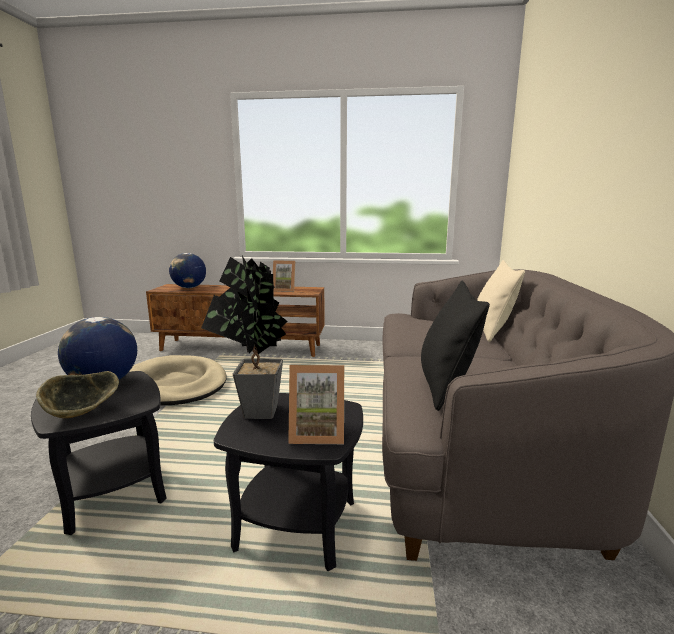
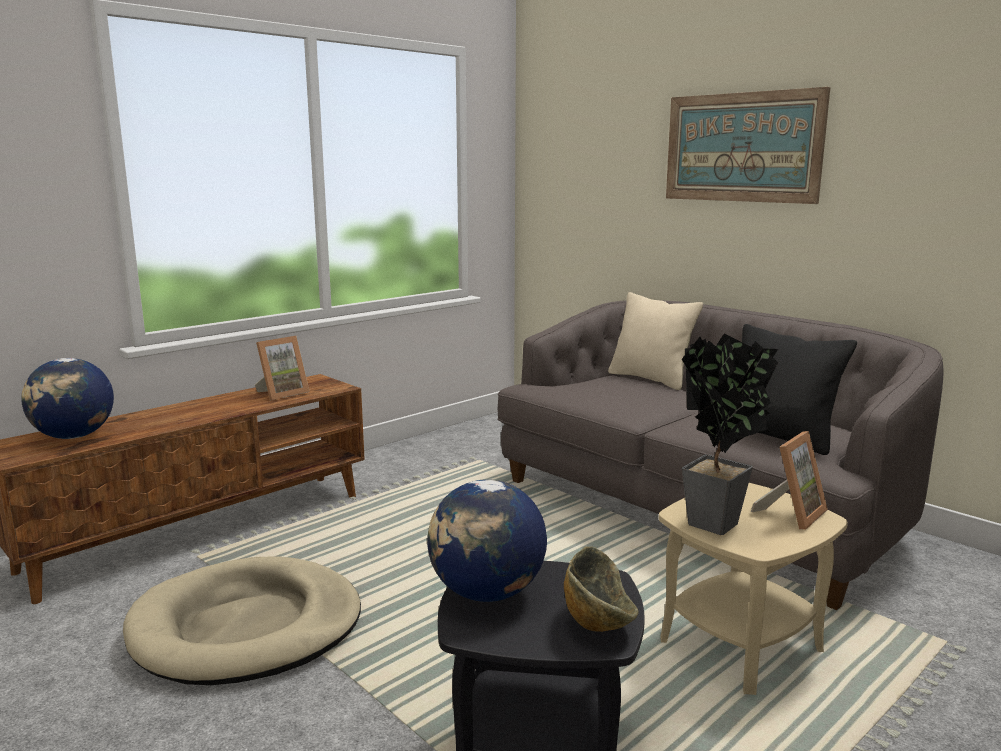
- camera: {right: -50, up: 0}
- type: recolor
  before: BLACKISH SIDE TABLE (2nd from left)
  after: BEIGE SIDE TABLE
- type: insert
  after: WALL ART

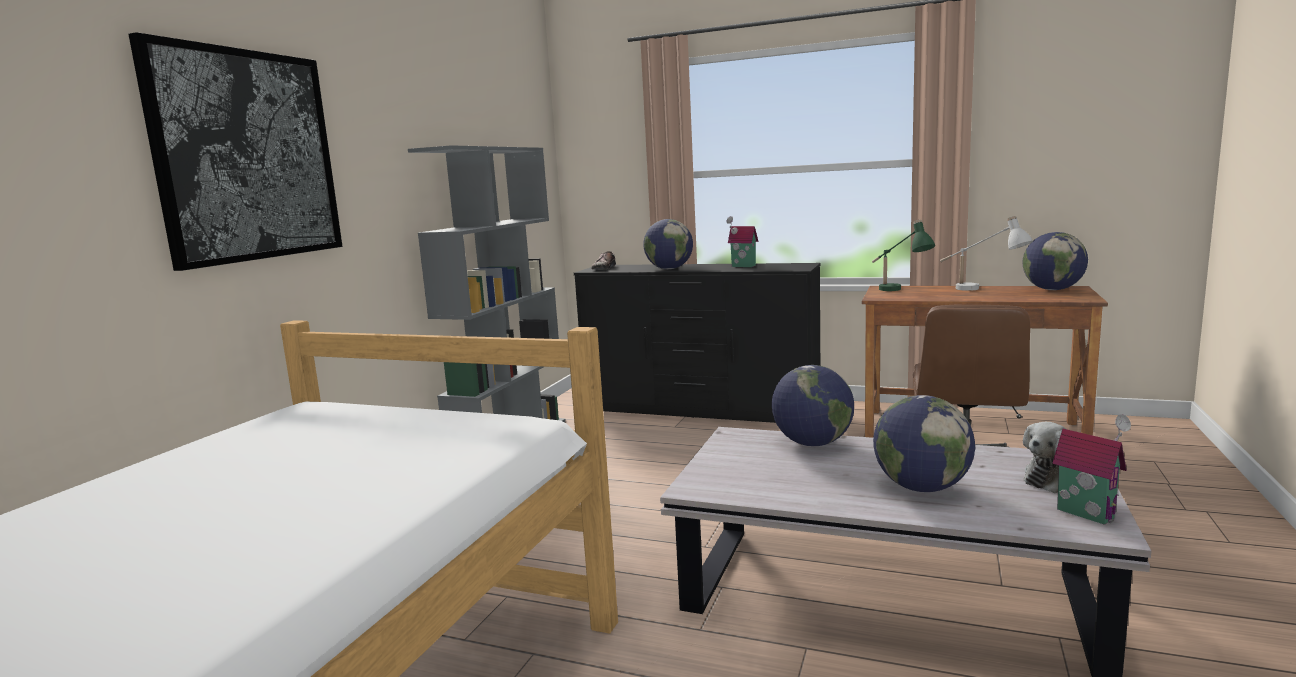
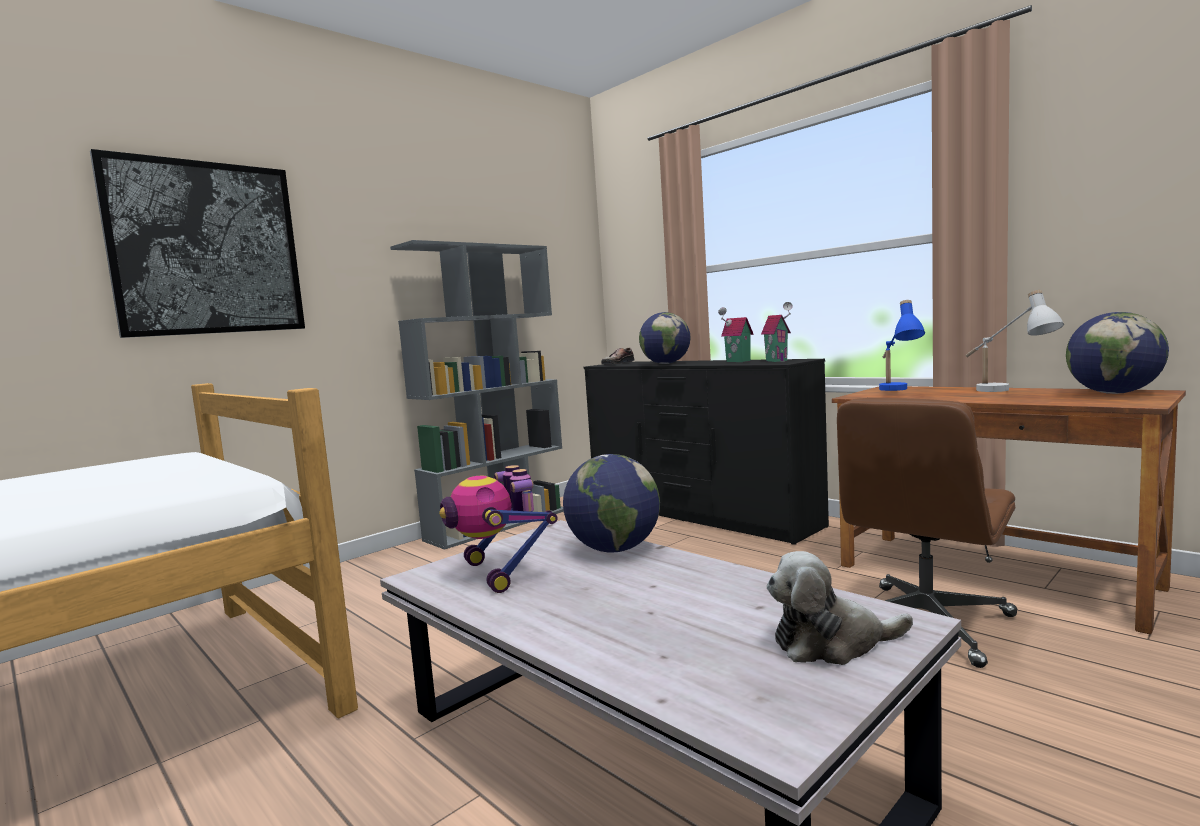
- camera: {right: 25, up: -5}
- type: recolor
  before: GREEN-COLOURED LAMP FOR A TABLE
  after: BLUE LAMP FOR A TABLE
- type: delete
  before: GLOBE (3rd from left)
- type: move
  before: MODEL HOUSE (2nd from left)
- type: insert
  after: ROBOT FIGURE

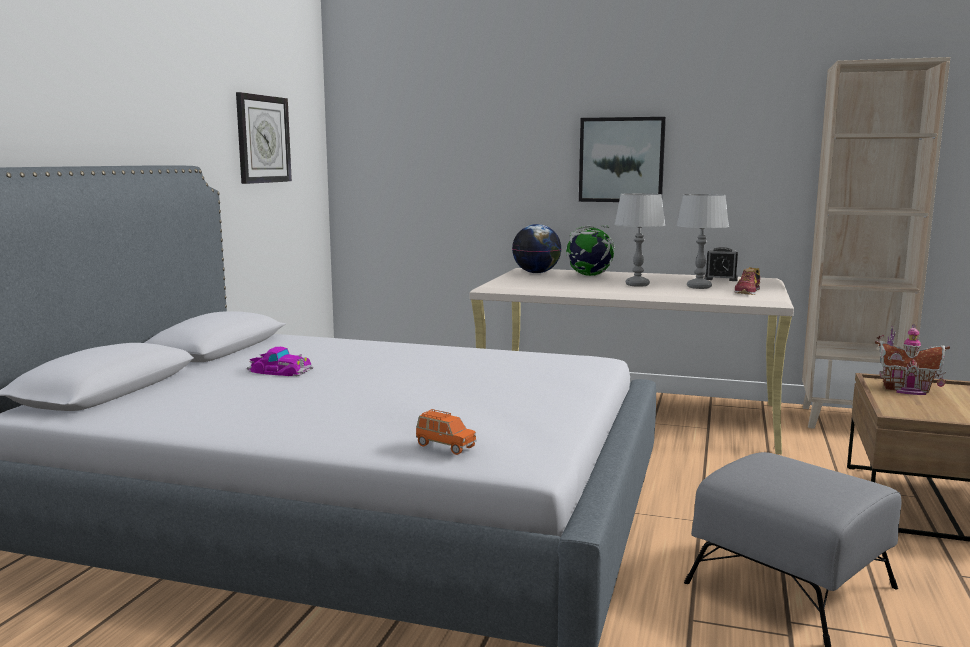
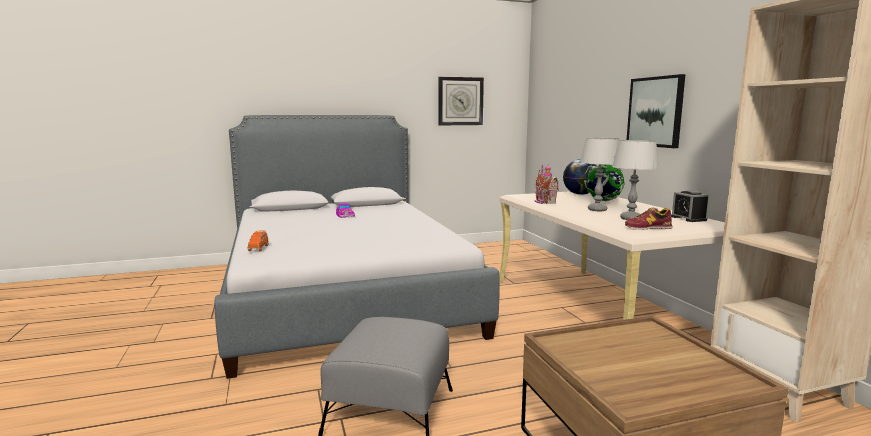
- camera: {right: 55, up: 0}
- type: move
  before: MODEL HOUSE

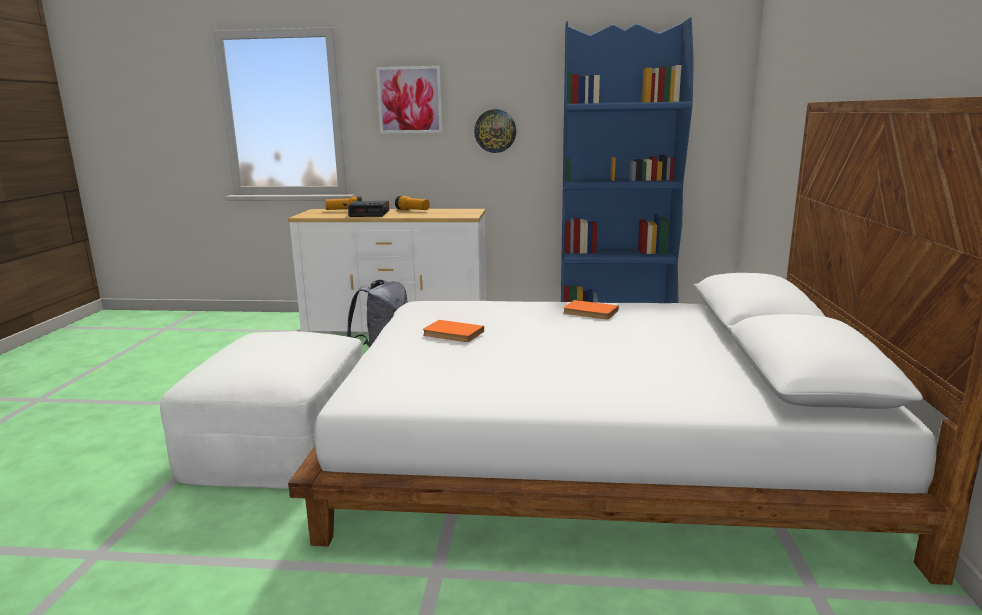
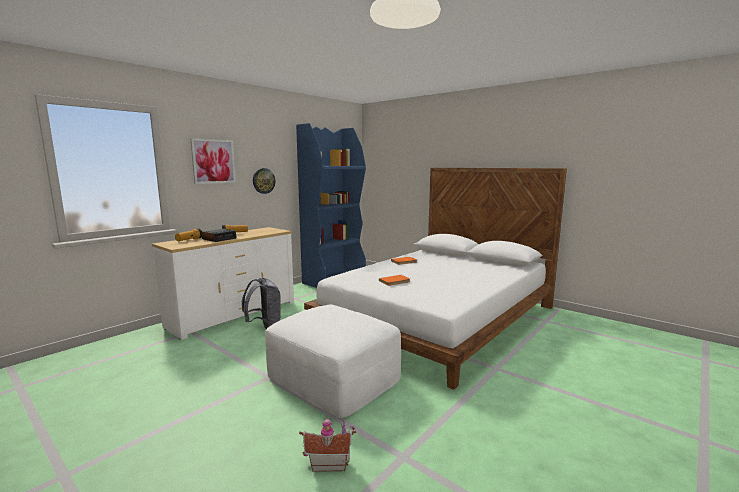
- camera: {right: -55, up: -5}
- type: insert
  after: MODEL HOUSE

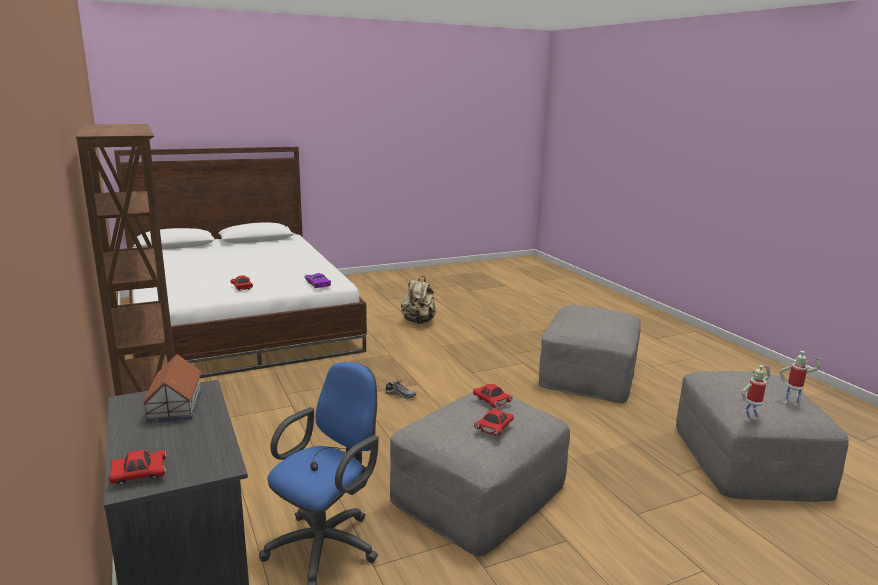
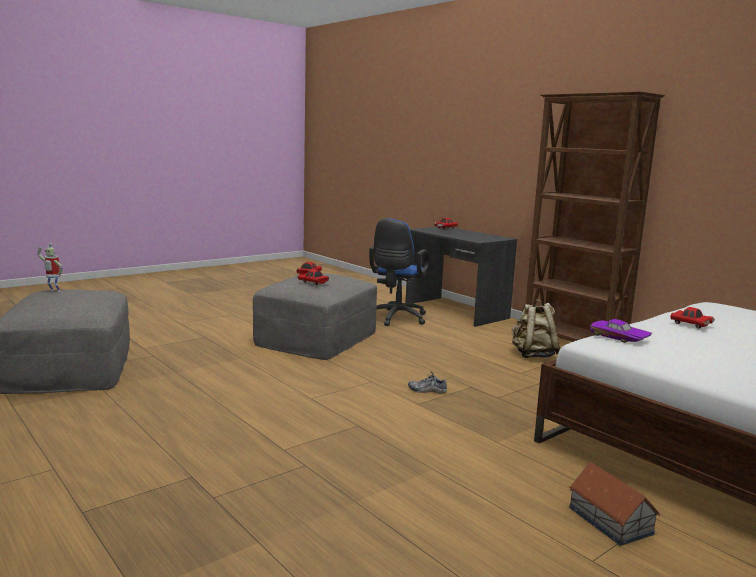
- camera: {right: 165, up: -5}
- type: move
  before: MODEL HOUSE
- type: move
  before: BEIGE KNAPSACK
- type: delete
  before: GREYISH FOOTREST (2nd from left)
- type: delete
  before: ROBOT FIGURE (1st from left)

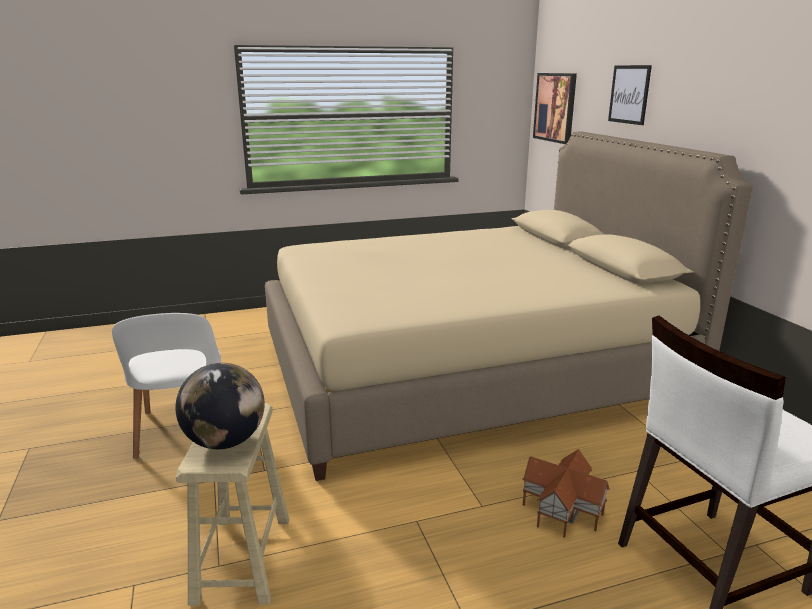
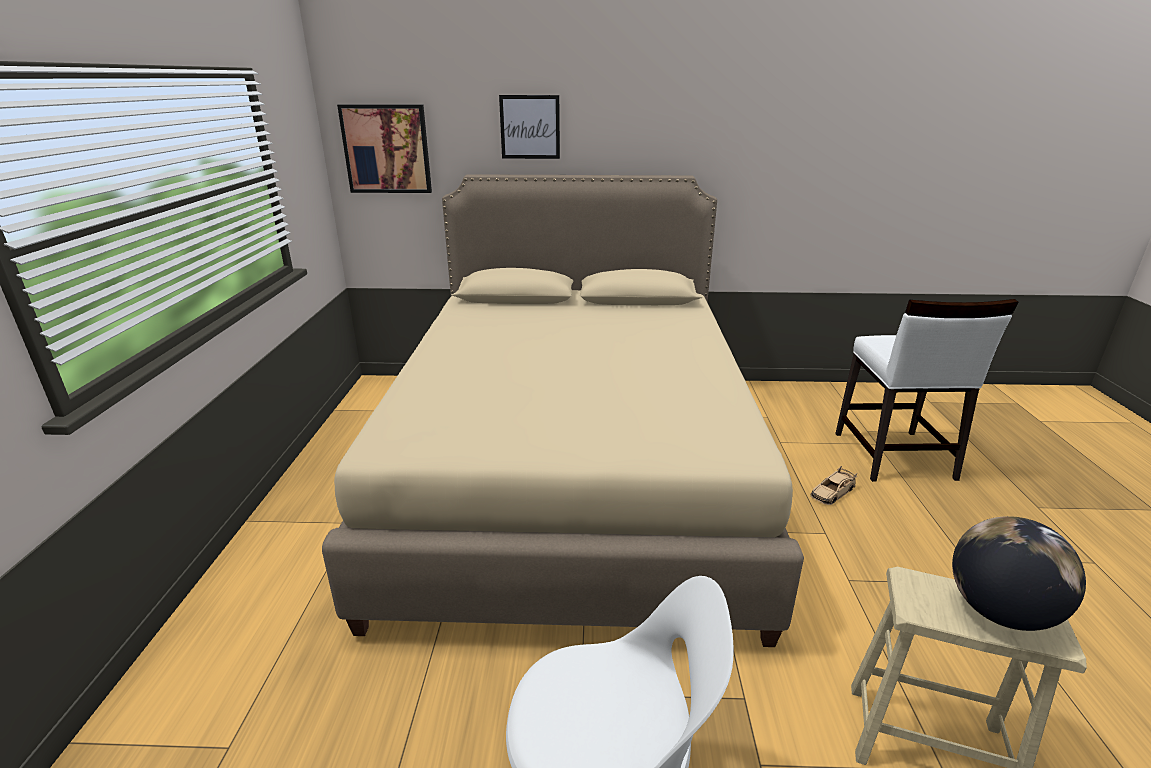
- camera: {right: -70, up: 5}
- type: replace
  before: MODEL HOUSE
  after: BEIGE MODEL CAR

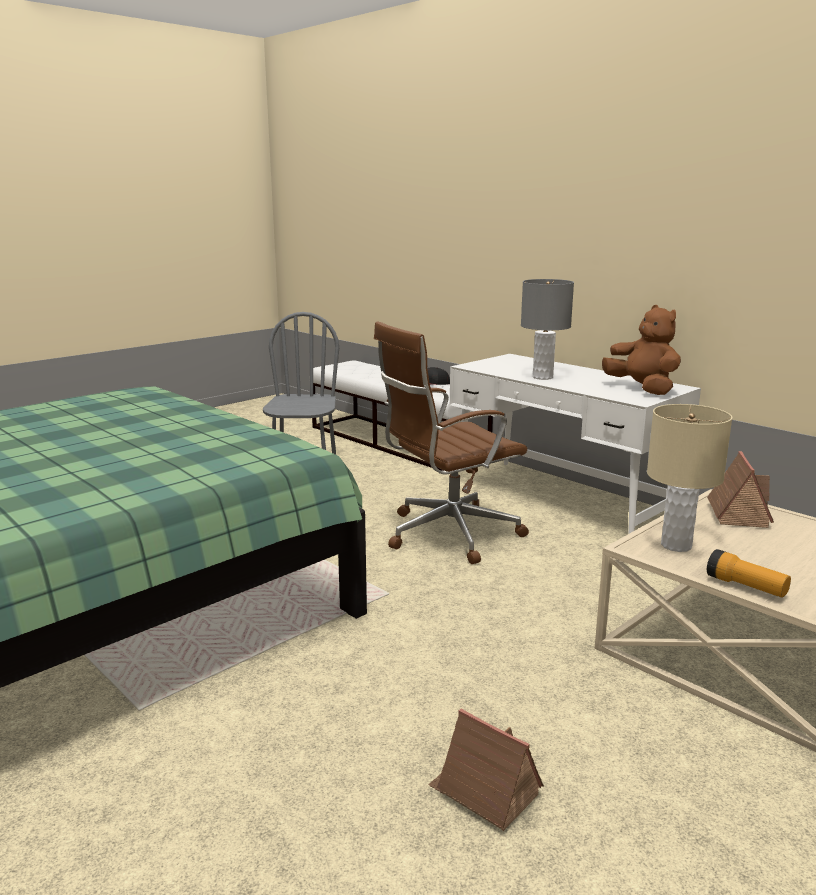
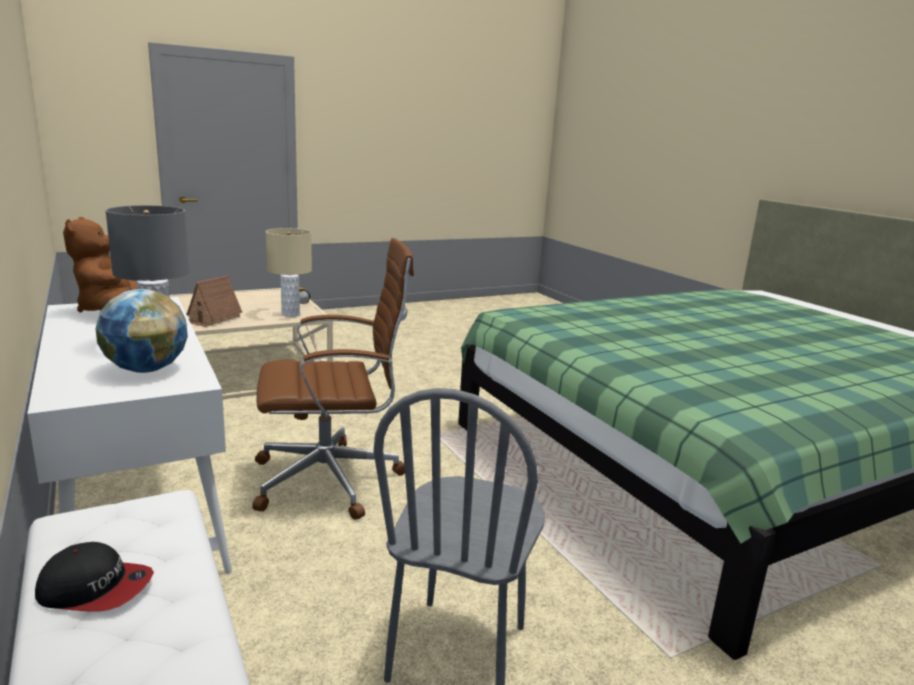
- camera: {right: -165, up: 0}
- type: delete
  before: MODEL HOUSE (1st from left)
- type: insert
  after: GLOBE

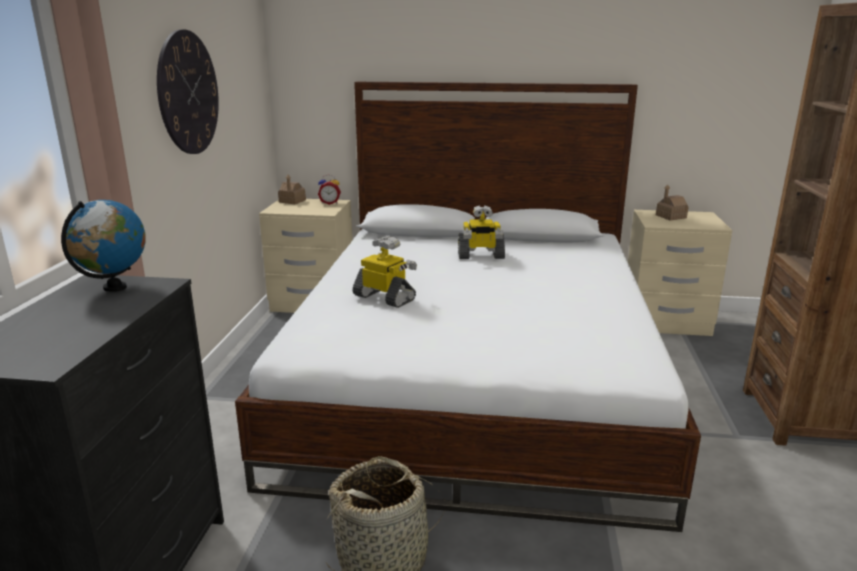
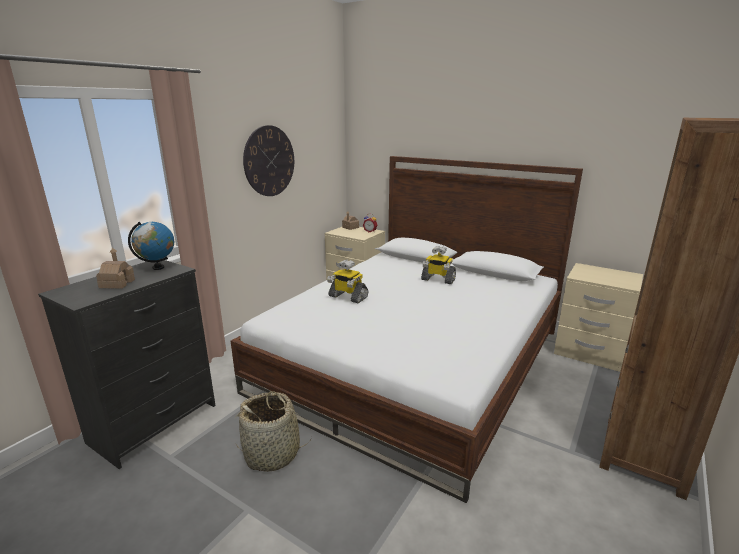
- camera: {right: 25, up: 0}
- type: rotate
  before: ROBOT FIGURE (1st from left)
  turn: 150
- type: move
  before: MODEL HOUSE (2nd from left in the first image)
  after: MODEL HOUSE (1st from left)

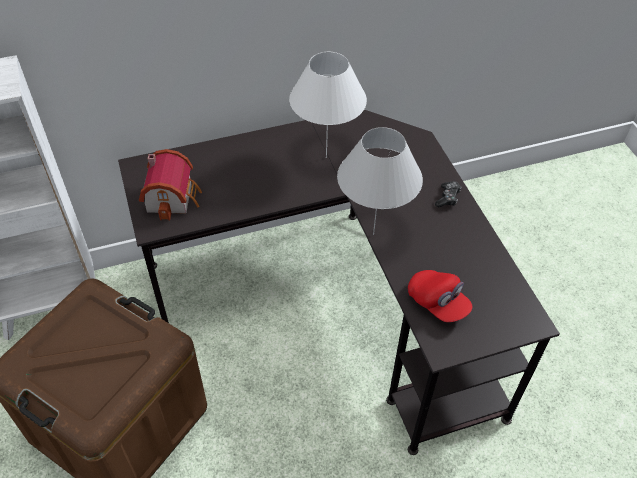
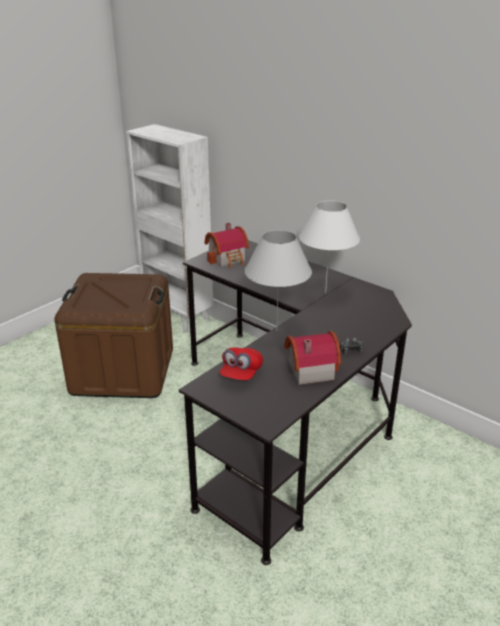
- camera: {right: 60, up: -20}
- type: insert
  after: MODEL HOUSE (2nd from left)

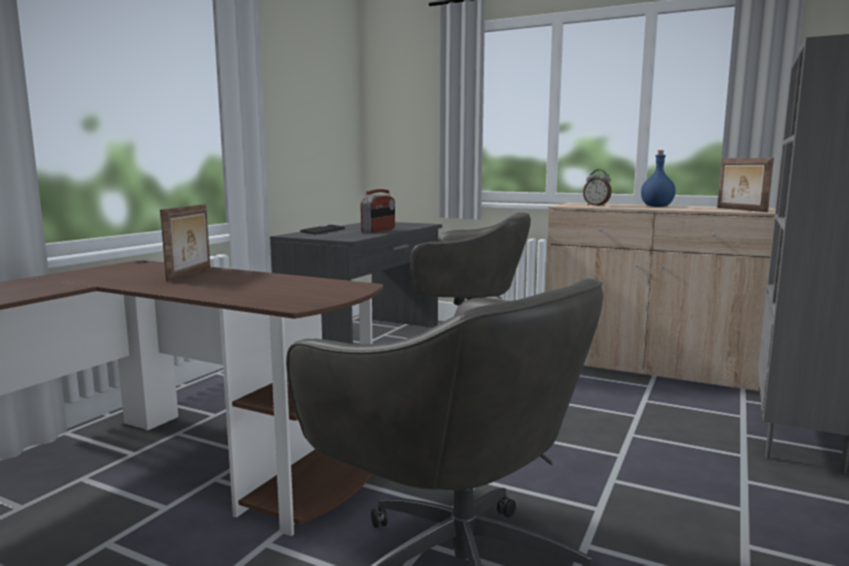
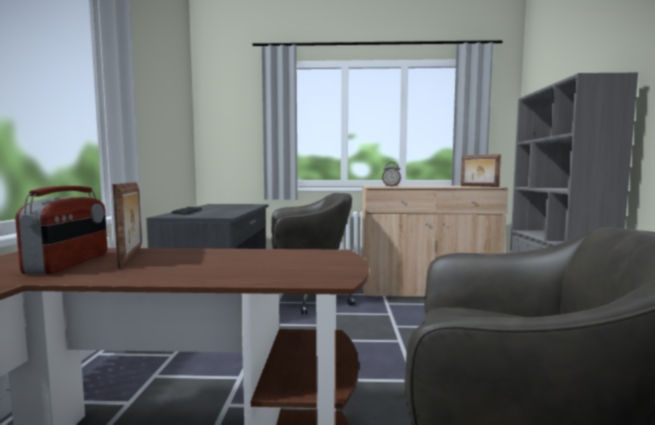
- camera: {right: -25, up: -5}
- type: move
  before: RADIO SET
- type: delete
  before: BLUE BOTTLE

